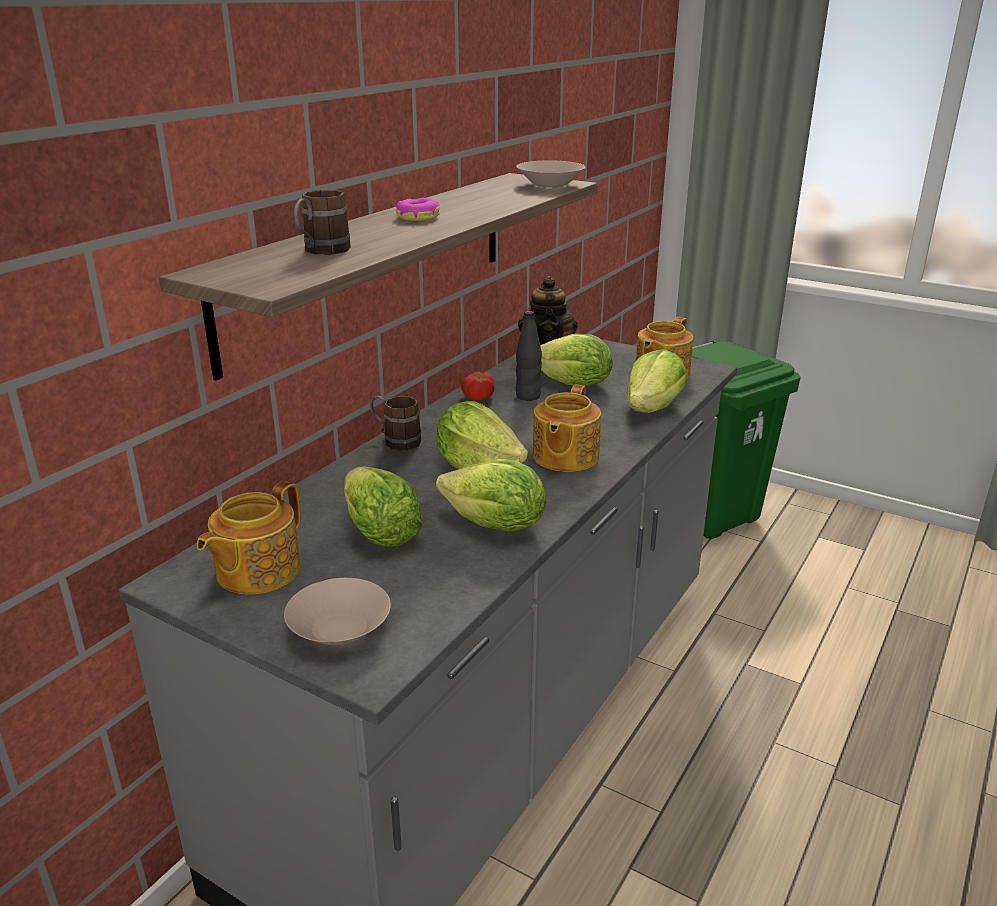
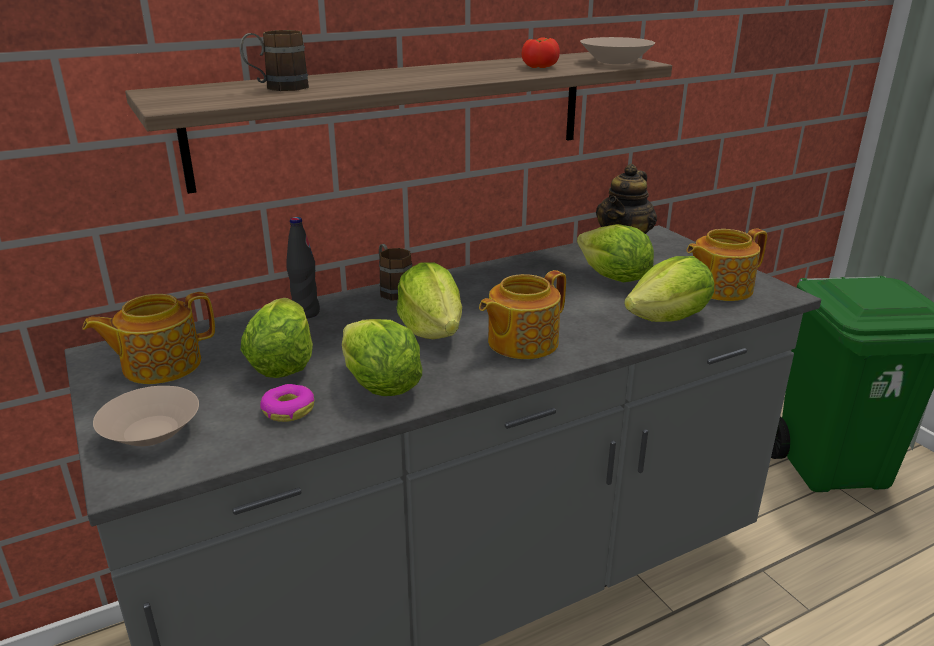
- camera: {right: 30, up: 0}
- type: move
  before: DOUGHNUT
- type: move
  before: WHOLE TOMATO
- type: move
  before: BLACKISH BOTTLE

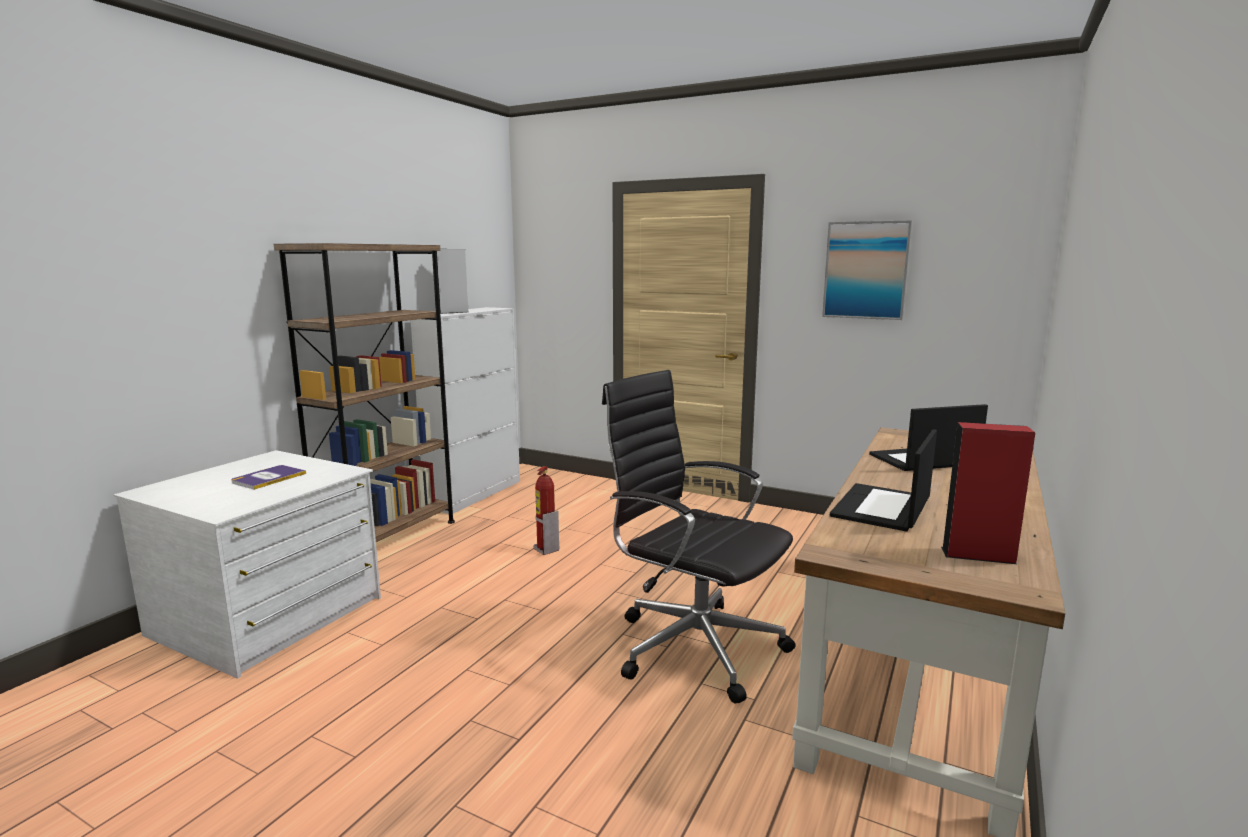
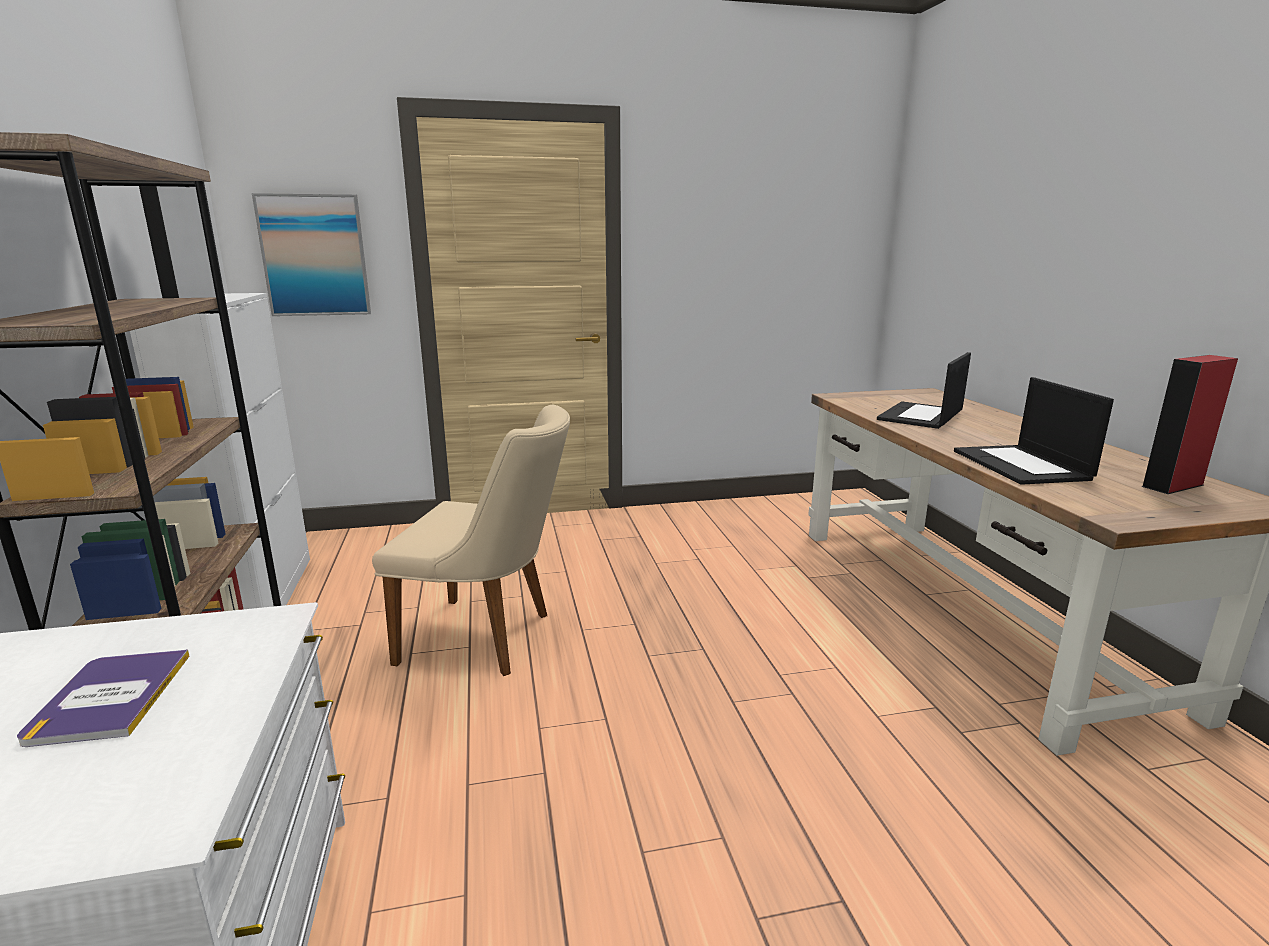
- camera: {right: -40, up: 5}
- type: replace
  before: EXTINGUISHER
  after: BEIGE PLAIN CHAIR
- type: delete
  before: BLACKISH DESK CHAIR
- type: move
  before: WALL ART

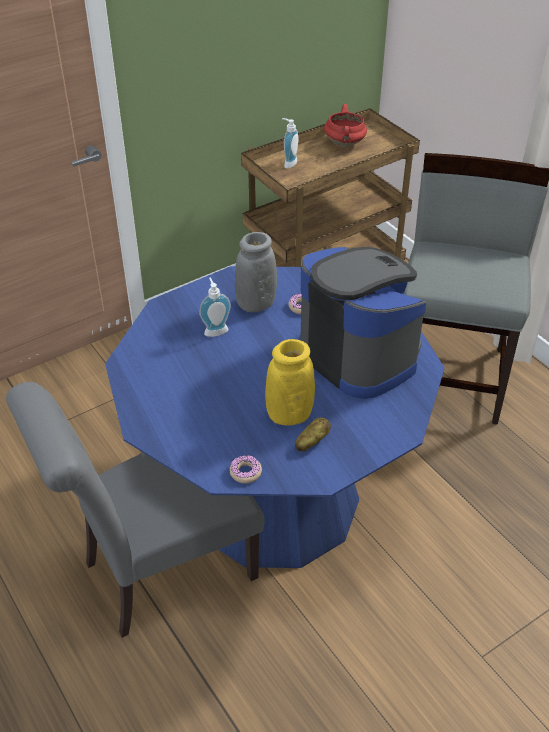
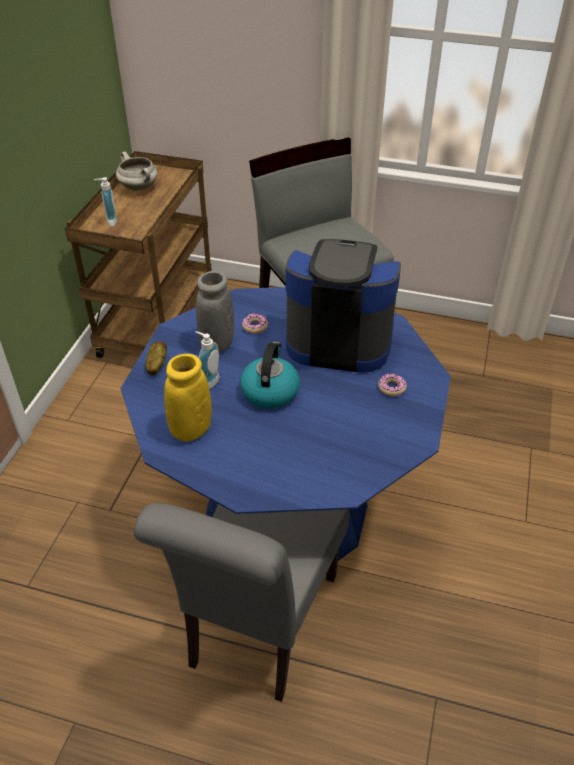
- camera: {right: -40, up: 0}
- type: move
  before: DOUGHNUT (1st from left in the first image)
  after: DOUGHNUT (2nd from left)
- type: move
  before: YELLOWISH DECORATIVE VASE
- type: move
  before: WHOLE POTATO
- type: recolor
  before: REDDISH SAUCEPOT
  after: WHITISH SAUCEPOT
- type: insert
  after: TEA KETTLE

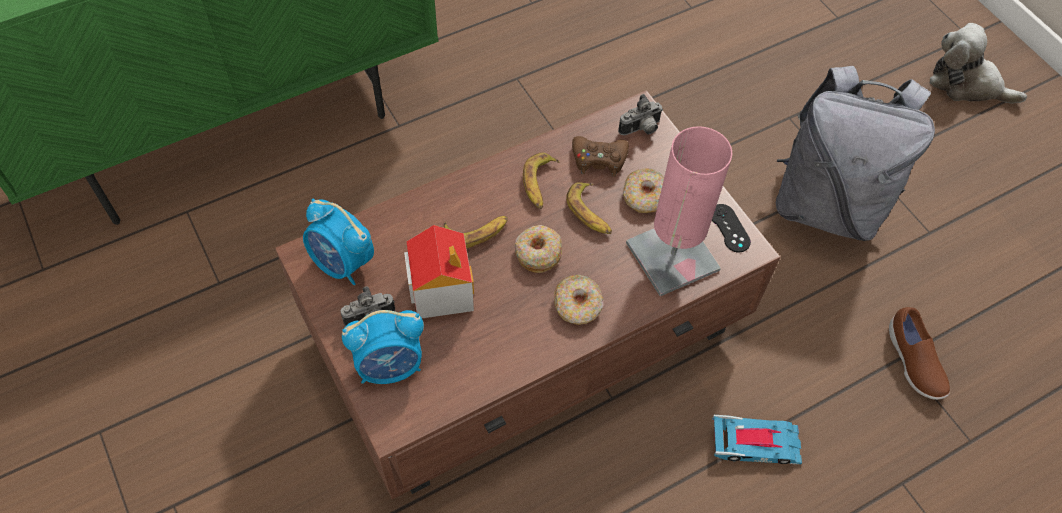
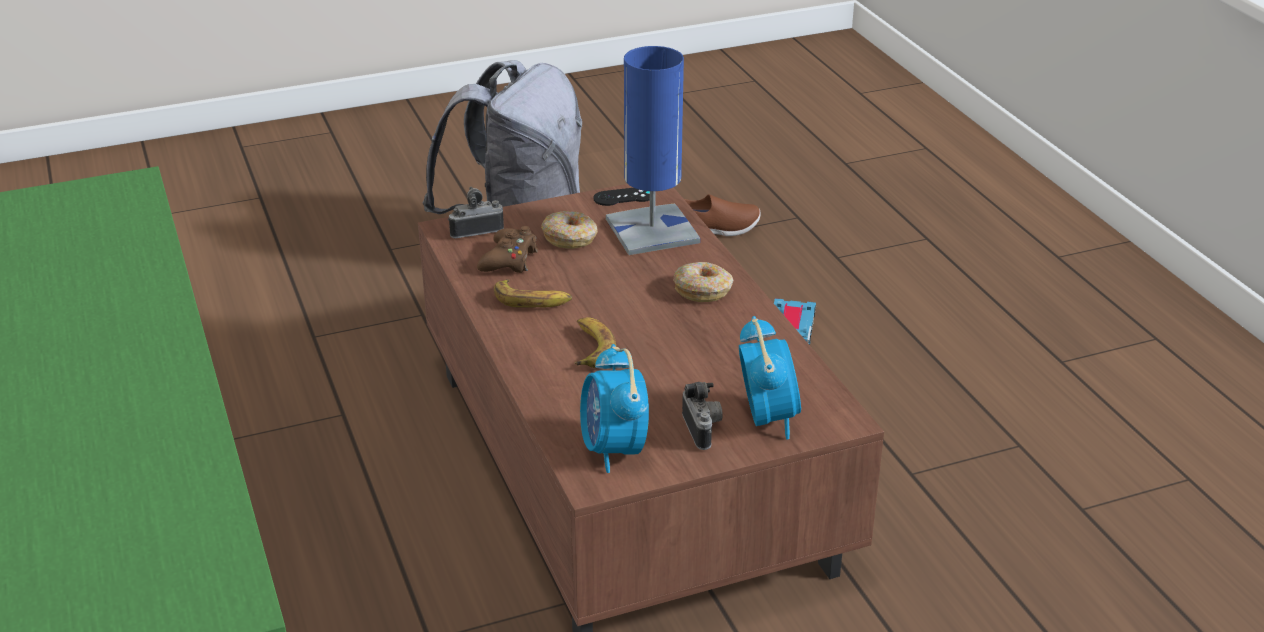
- camera: {right: -80, up: -25}
- type: rotate
  before: ALARM CLOCK (1st from left)
  turn: 120
- type: delete
  before: MODEL HOUSE
- type: delete
  before: DOUGHNUT (1st from left)
- type: delete
  before: WHOLE BANANA (3rd from left)
- type: rotate
  before: PHOTO CAMERA (2nd from left in the first image)
  turn: -90
- type: recolor
  before: PINK LAMP FOR A TABLE
  after: BLUE LAMP FOR A TABLE
- type: delete
  before: PLUSH TOY

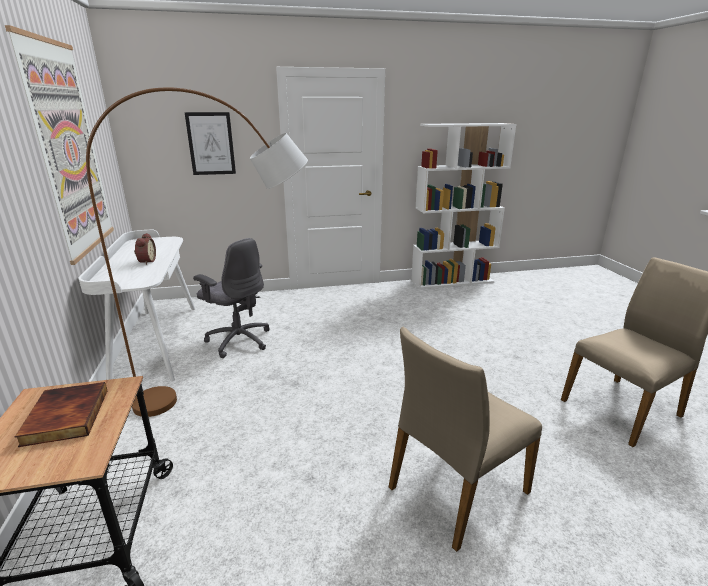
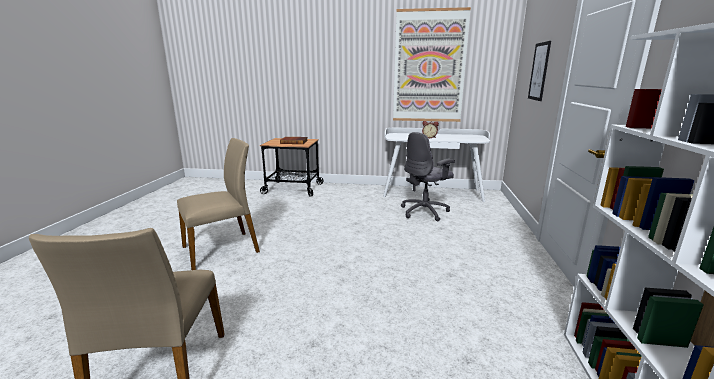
- camera: {right: 110, up: -5}
- type: delete
  before: BROWN STANDARD LAMP
- type: rotate
  before: BEIGE PLAIN CHAIR (1st from left in the first image)
  turn: 75

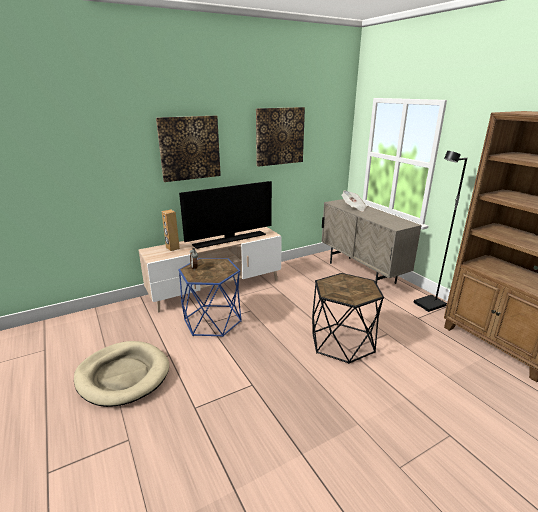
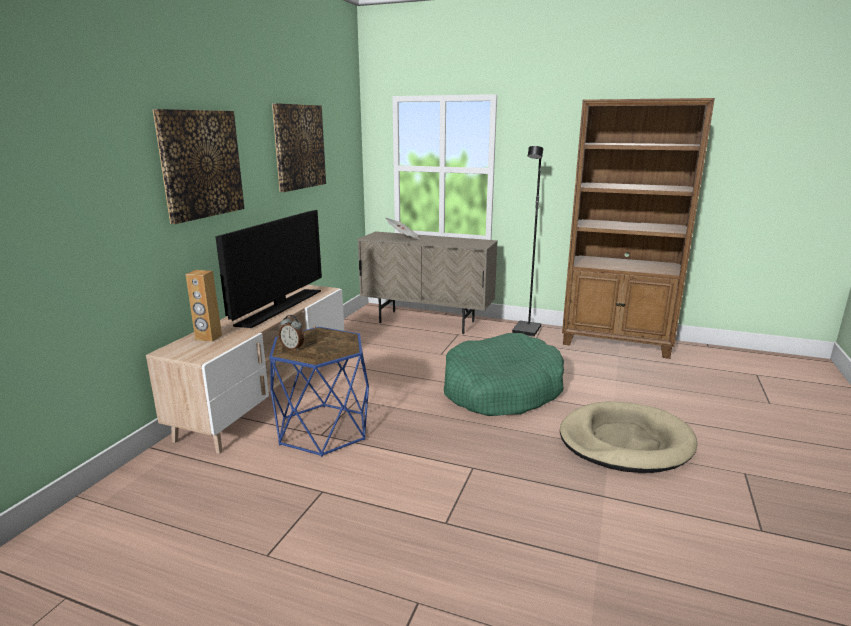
- camera: {right: -40, up: -5}
- type: move
  before: BEIGE PET BED
- type: replace
  before: BLACKISH SIDE TABLE
  after: GREEN-COLOURED PET BED

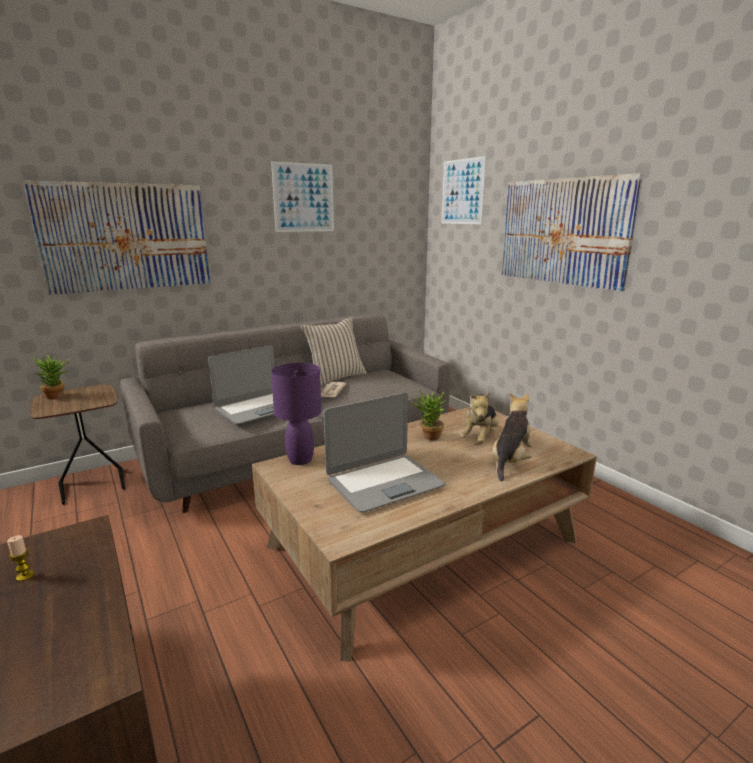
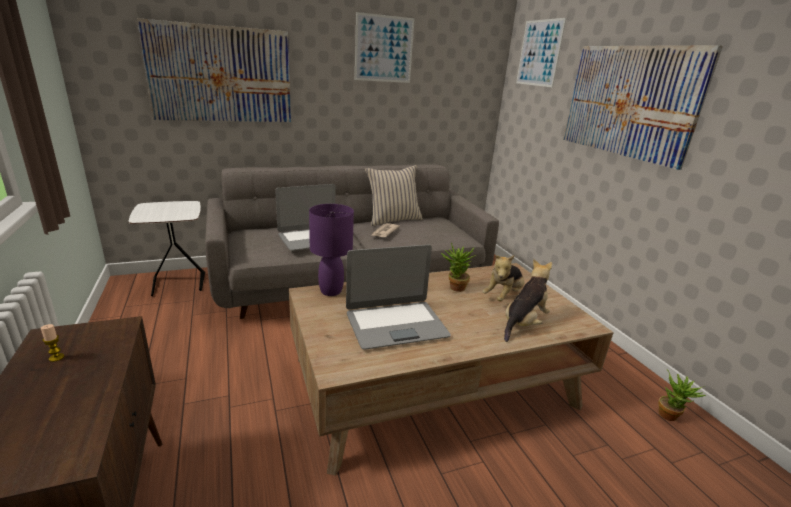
- camera: {right: 10, up: 5}
- type: recolor
  before: BROWN SIDE TABLE
  after: WHITISH SIDE TABLE
- type: move
  before: POTTED PLANT (1st from left in the first image)
  after: POTTED PLANT (2nd from left)

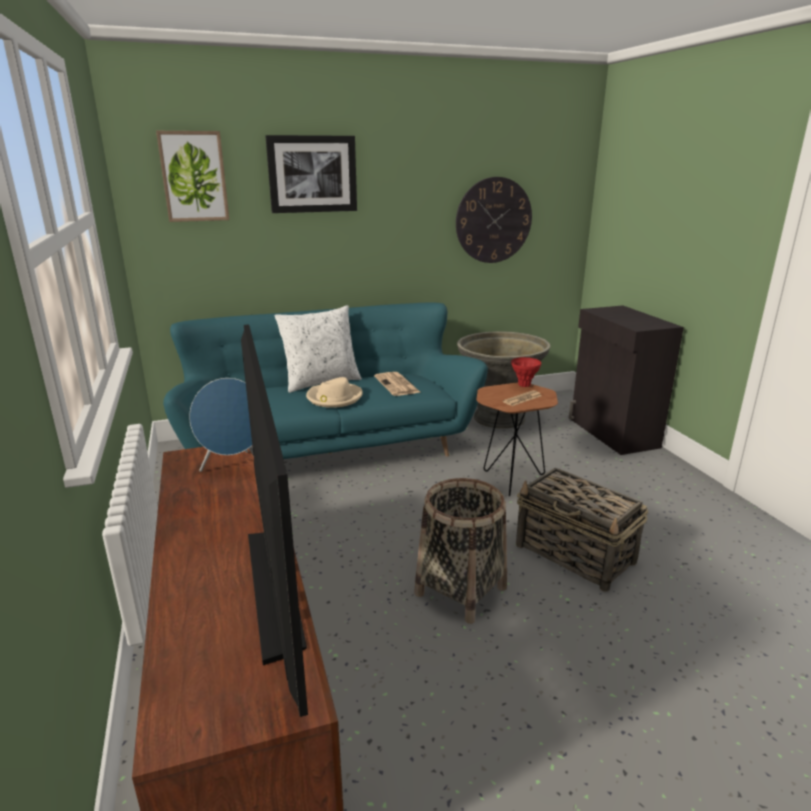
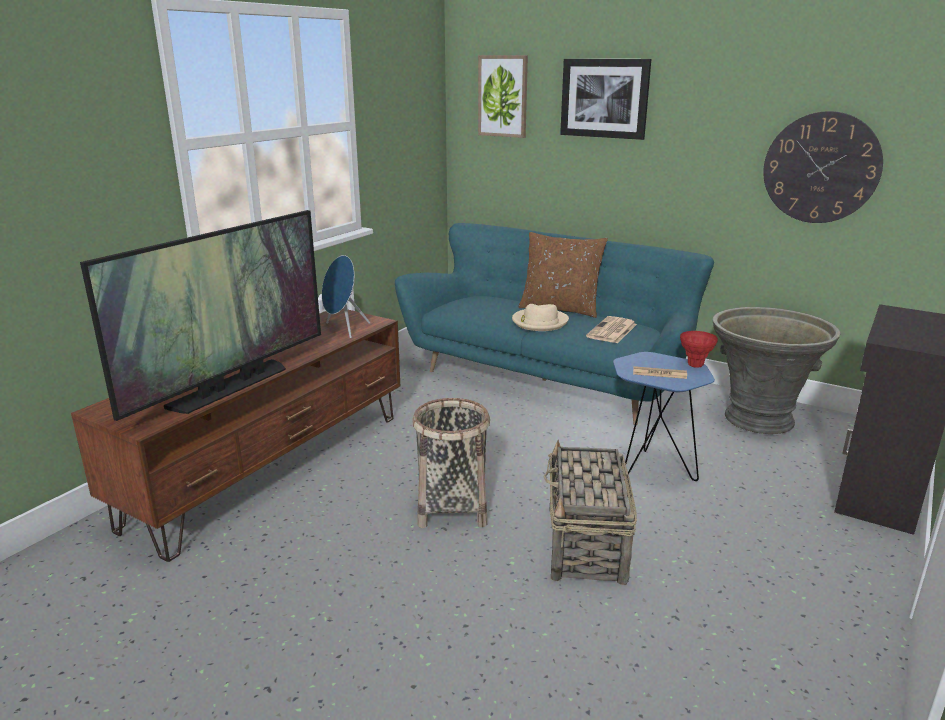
- camera: {right: 50, up: 0}
- type: recolor
  before: WHITISH CUSHION
  after: BROWN CUSHION
- type: recolor
  before: BROWN SIDE TABLE
  after: BLUE SIDE TABLE

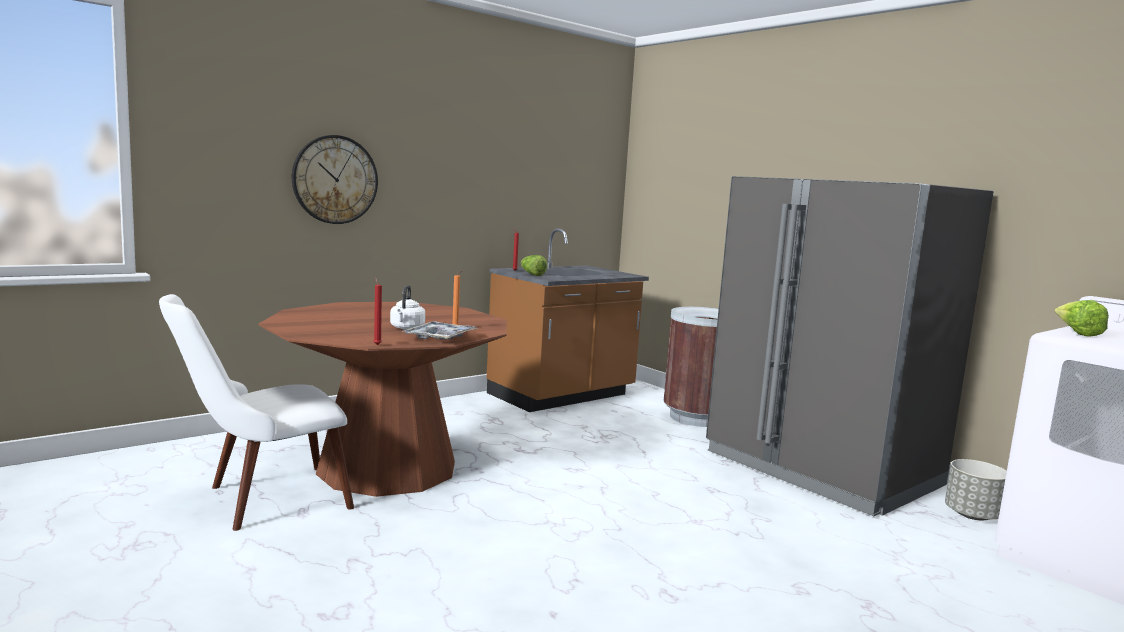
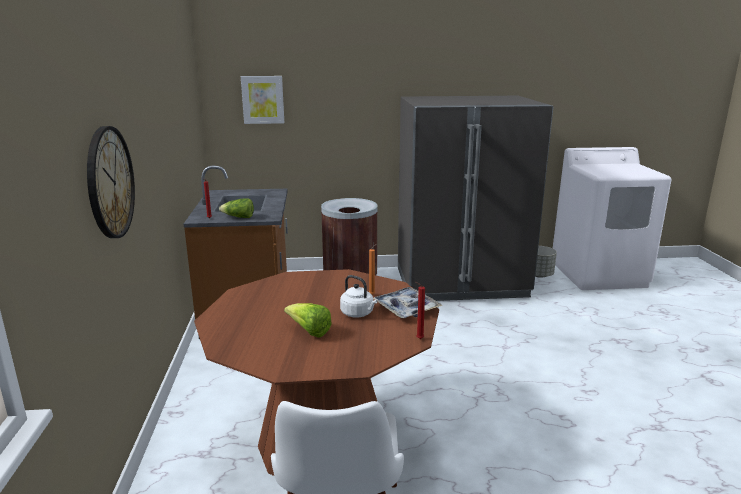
- camera: {right: -55, up: 10}
- type: move
  before: LETTUCE HEAD (2nd from left)
- type: insert
  after: WALL ART

